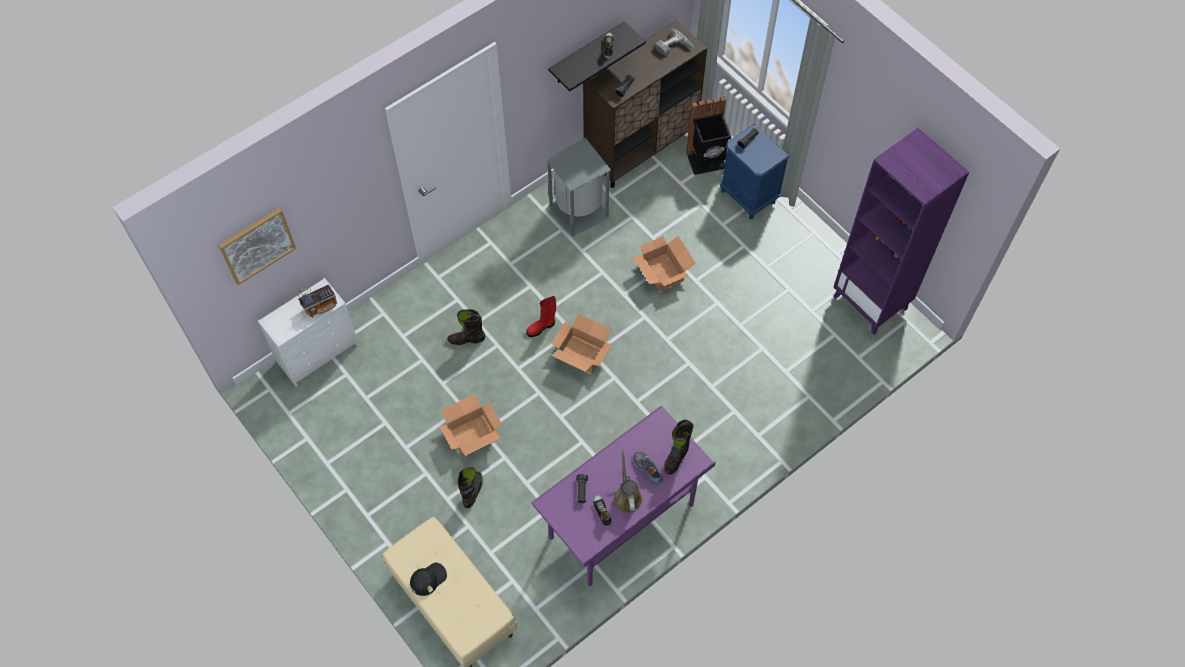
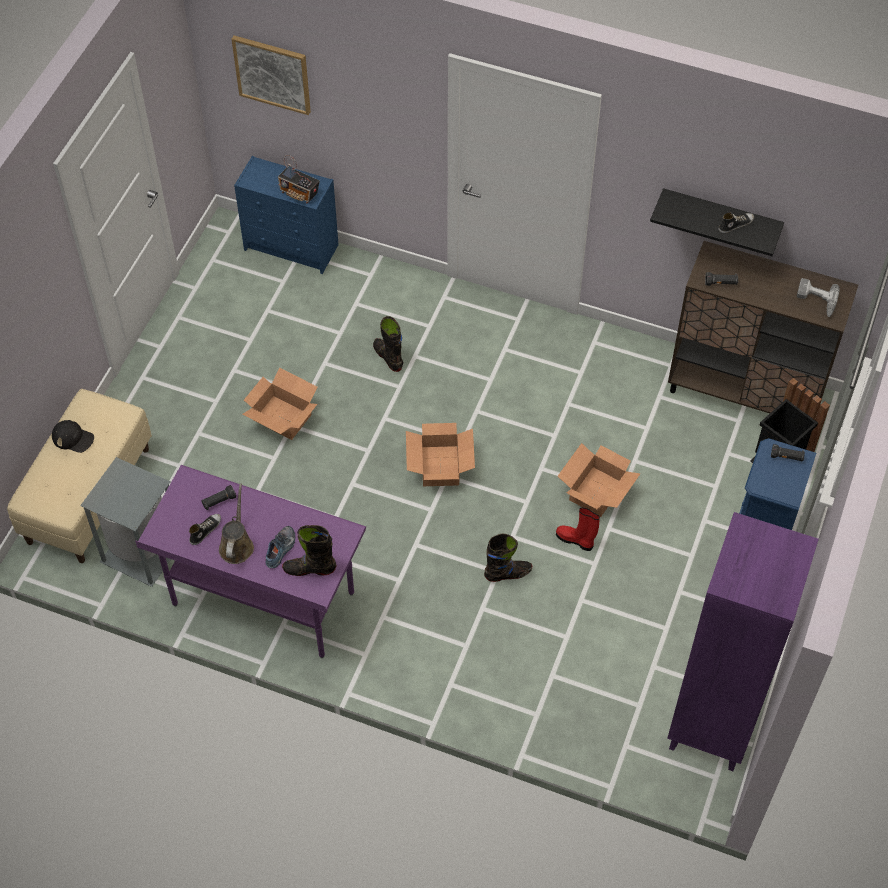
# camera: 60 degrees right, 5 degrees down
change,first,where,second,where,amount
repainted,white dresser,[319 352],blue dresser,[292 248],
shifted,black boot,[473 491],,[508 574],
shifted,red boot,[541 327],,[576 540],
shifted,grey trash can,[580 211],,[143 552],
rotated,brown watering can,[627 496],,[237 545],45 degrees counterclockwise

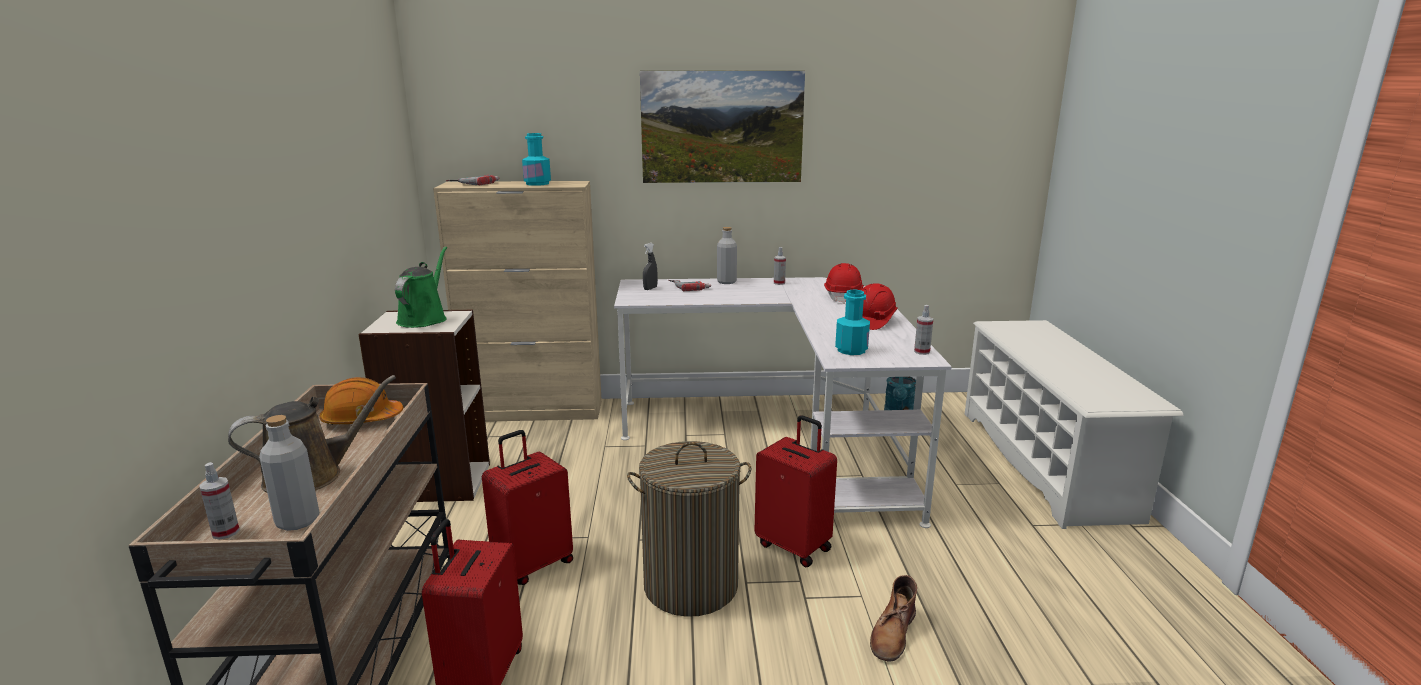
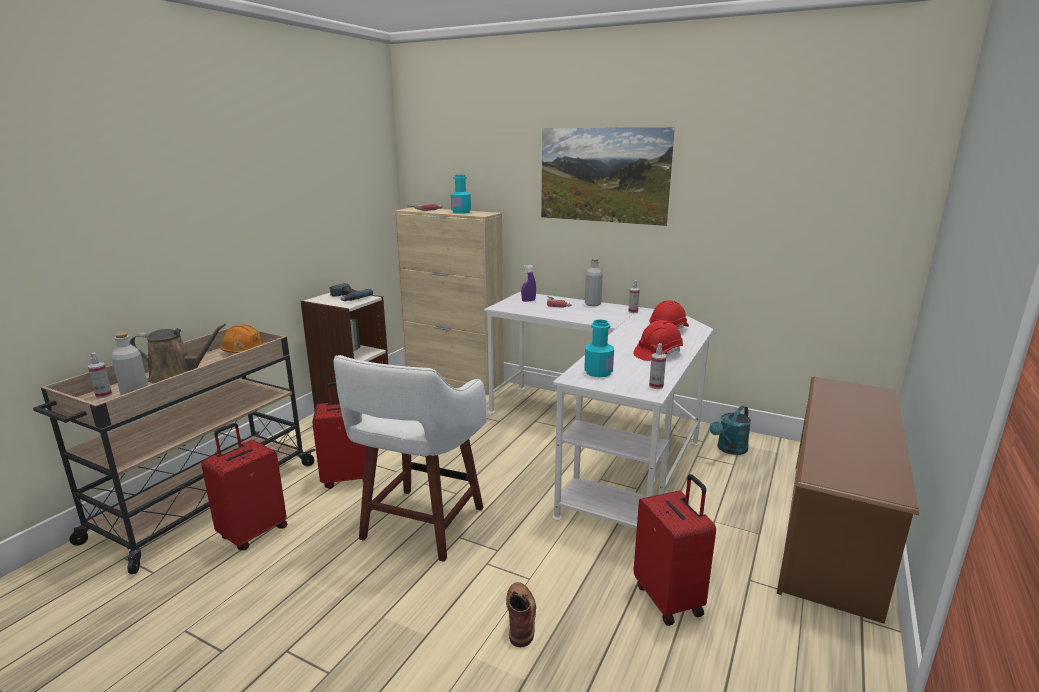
# camera: 30 degrees right, 0 degrees up
change,first,where,second,where,amount
swapped,green watering can,[424 318],power drill,[347 297],
swapped,laundry basket,[690 586],white stool,[421 526],
repainted,grey spray bottle,[650 288],purple spray bottle,[528 301],
shifted,red suitcase,[794 546],,[669 599],
rotated,brown boot,[893 633],,[520 615],120 degrees clockwise
repainted,white shoe rack,[1045 462],brown shoe rack,[832 530],

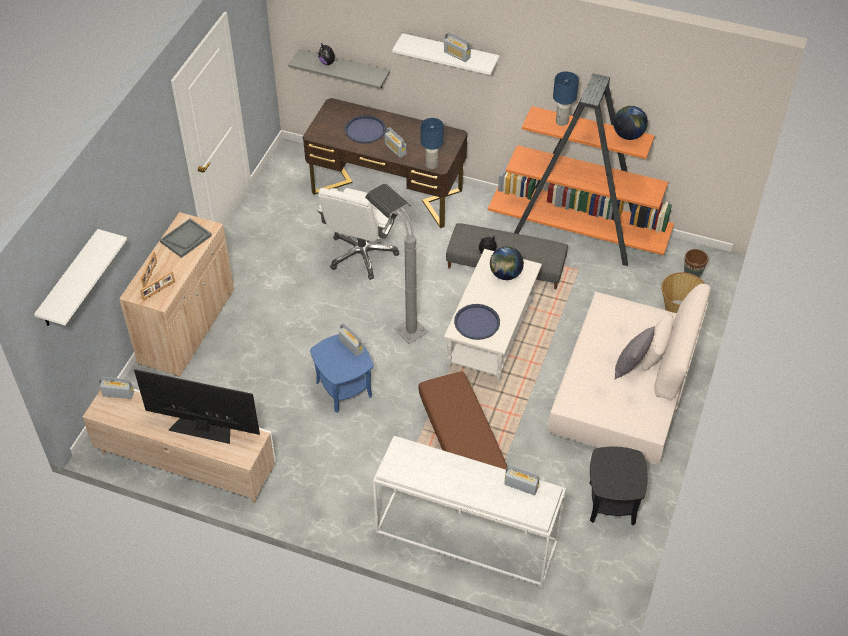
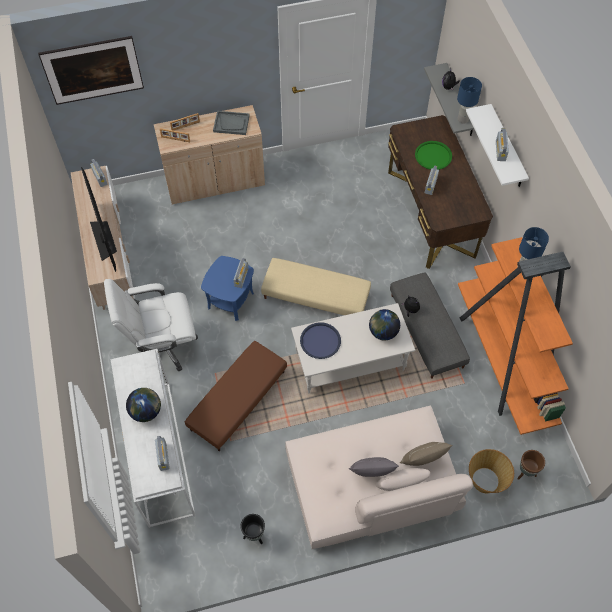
# camera: 55 degrees right, 10 degrees up
change,first,where,second,where,amount
swapped,white shelf,[69 280],picture,[96 82],
shifted,white office chair,[362 254],,[163 346],
repainted,blue tray,[365 130],green tray,[433 156],
swapped,grey floor lamp,[399 322],beige ottoman,[315 296],
shifted,blue table lamp,[431 165],,[463 119],
swapped,black side table,[612 503],black planter,[254 535],
shifted,globe,[628 135],,[146 411],
new,,,beige pillow,[422 460],

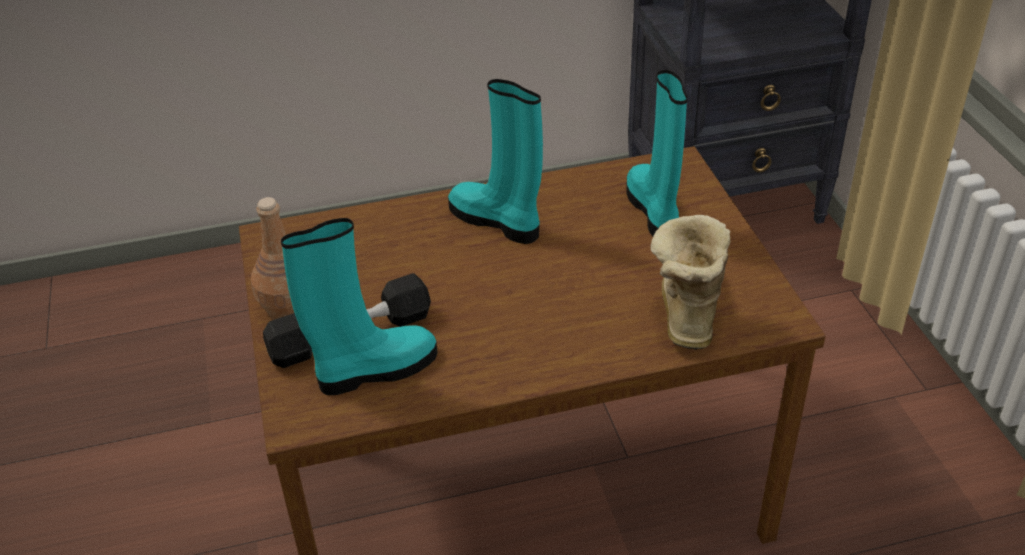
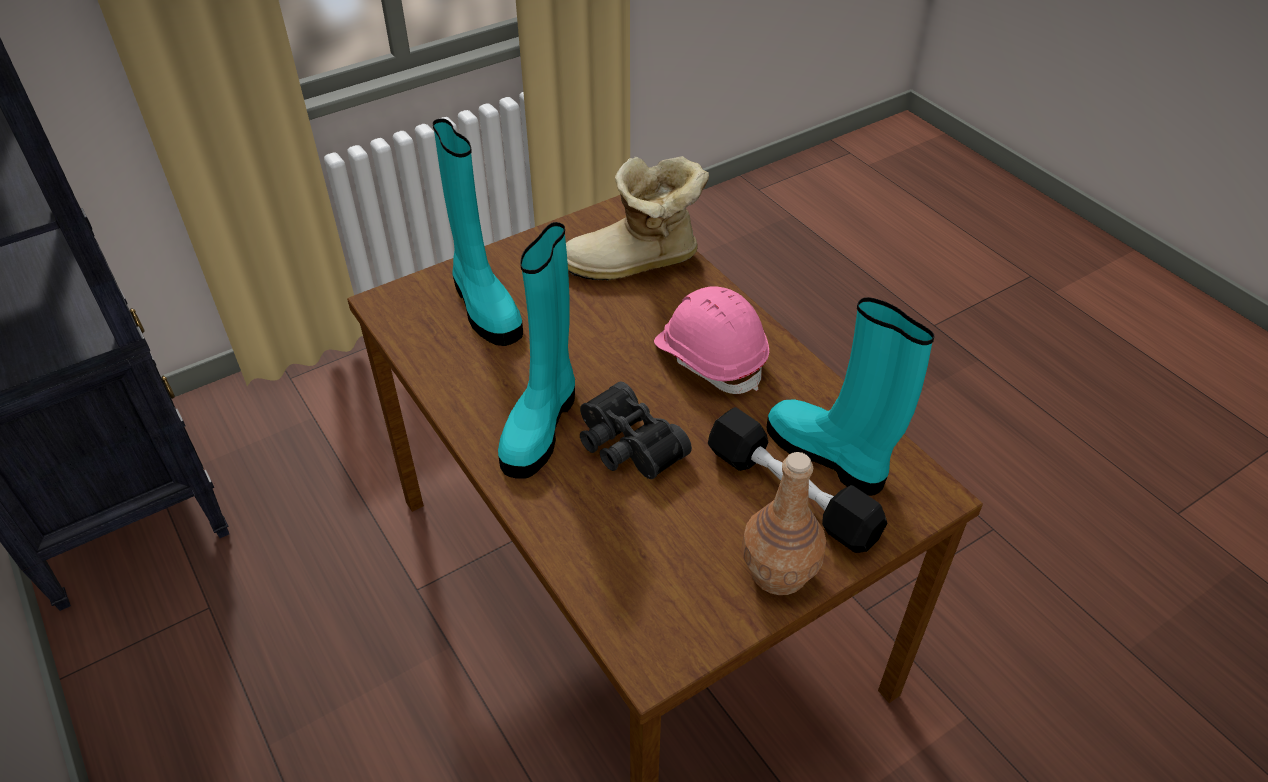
# camera: 110 degrees left, 5 degrees up
change,first,where,second,where,amount
rotated,turquoise boot,[654 211],,[484 307],90 degrees counterclockwise
new,,,black binoculars,[625 446],
new,,,pink hard hat,[710 358],

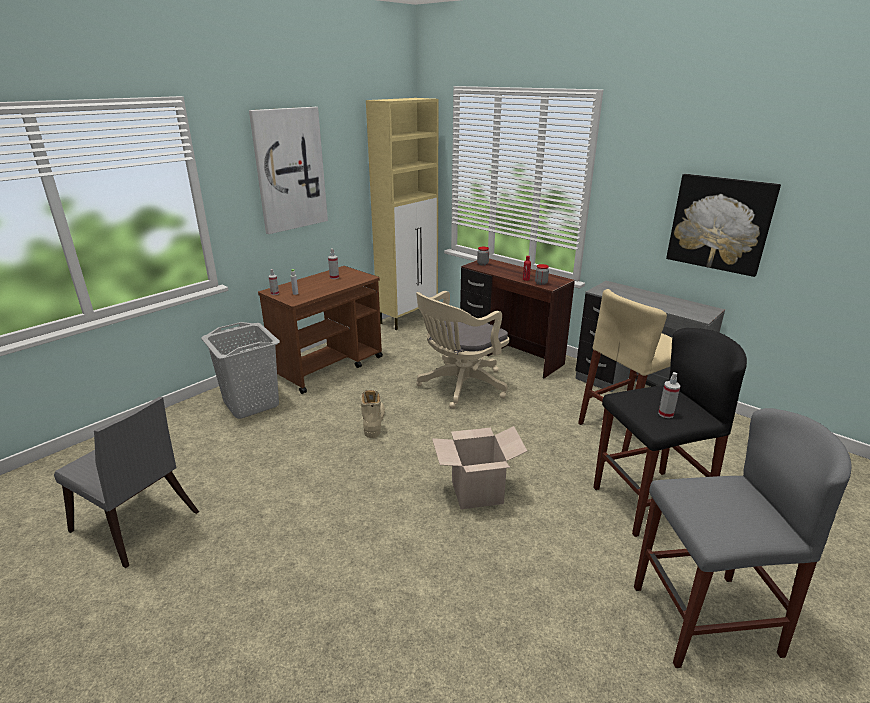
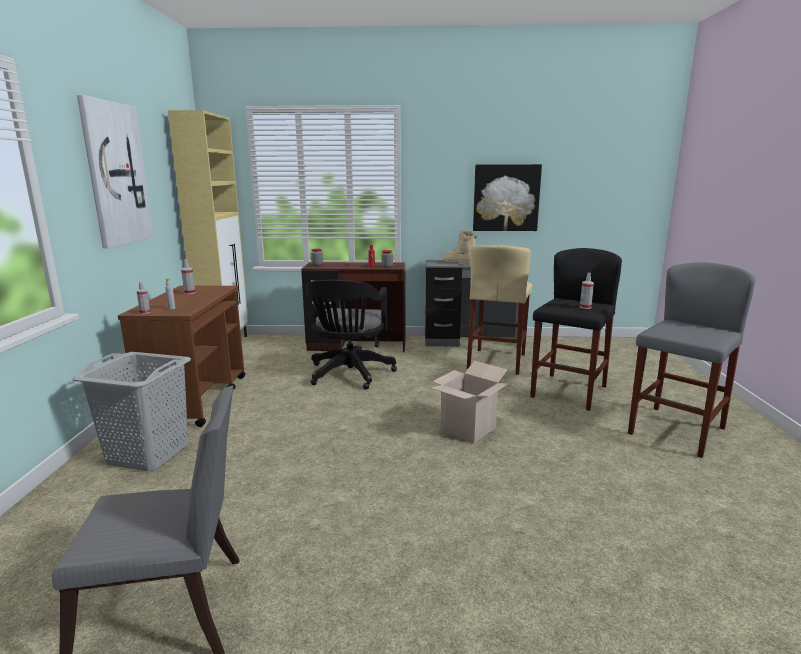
# camera: 40 degrees left, 10 degrees down
change,first,where,second,where,amount
shifted,beige boot,[374 422],,[459 262],
repainted,beige office chair,[459 387],black office chair,[349 375],

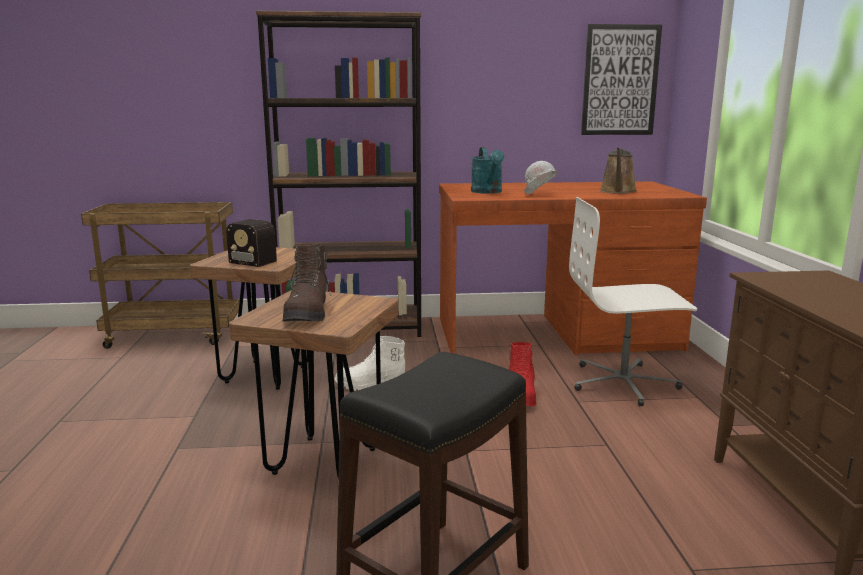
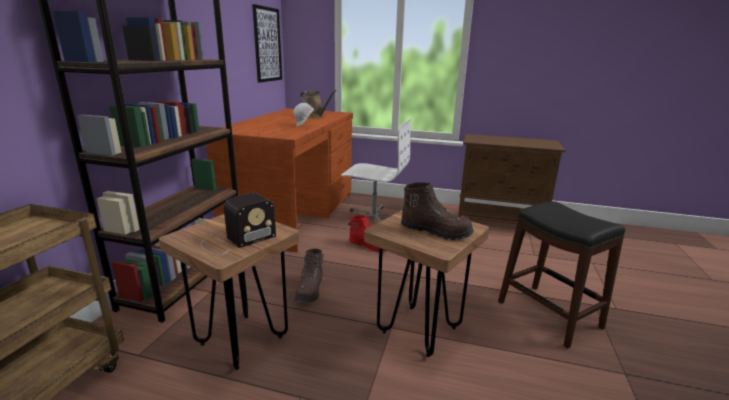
# camera: 70 degrees left, 5 degrees up
change,first,where,second,where,amount
repainted,white boot,[370 384],brown boot,[310 290],
gone,turquoise watering can,[488 192],,,
rotated,white office chair,[624 383],,[373 218],90 degrees counterclockwise

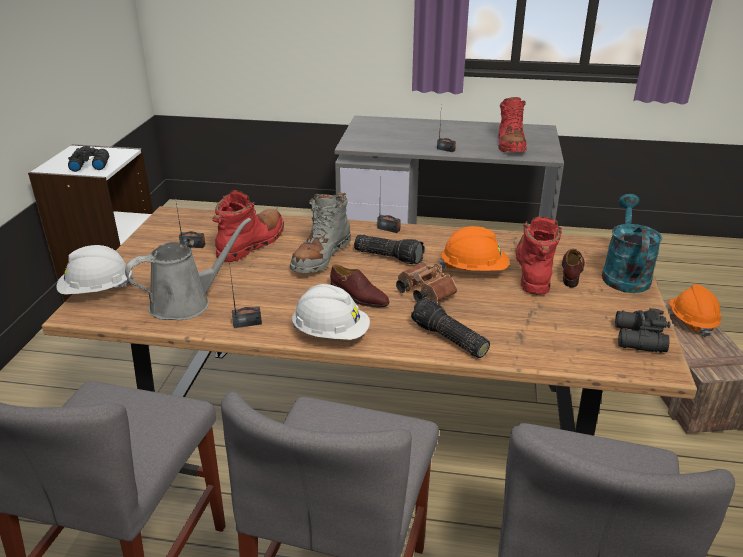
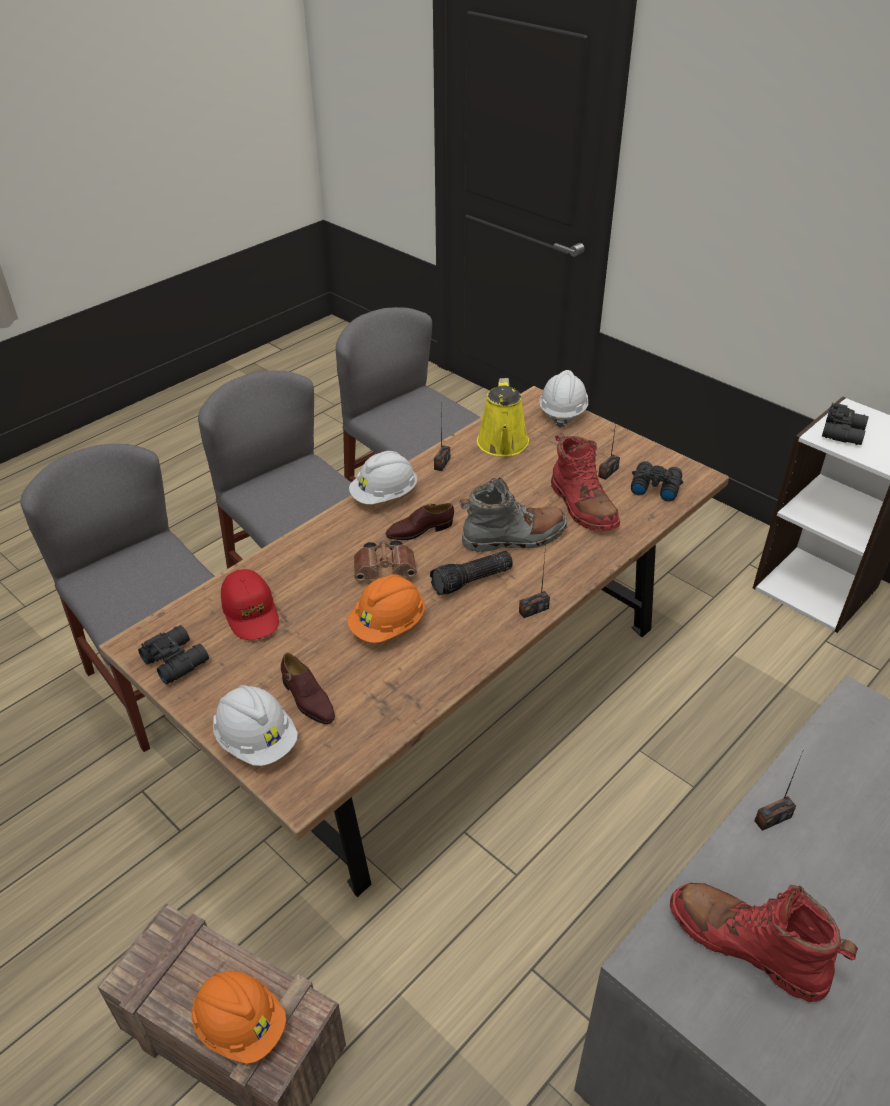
# camera: 125 degrees right, 10 degrees up
change,first,where,second,where,amount
repainted,grey watering can,[186 303],yellow watering can,[503 445],
rotated,grey boot,[321 257],,[514 538],105 degrees clockwise
gone,flashlight,[448 339],,,
gone,red boot,[533 271],,,
swapped,turquoise watering can,[624 274],white hard hat,[257 740],
new,,,red cap,[251 612],
new,,,black binoculars,[654 486],

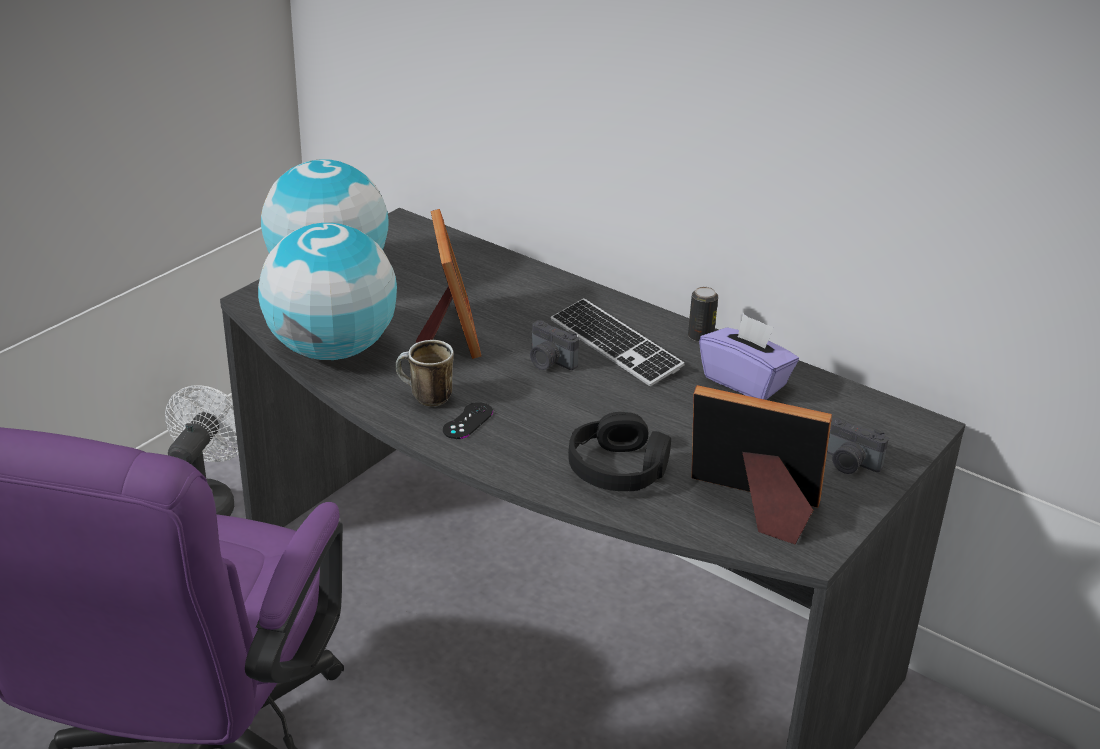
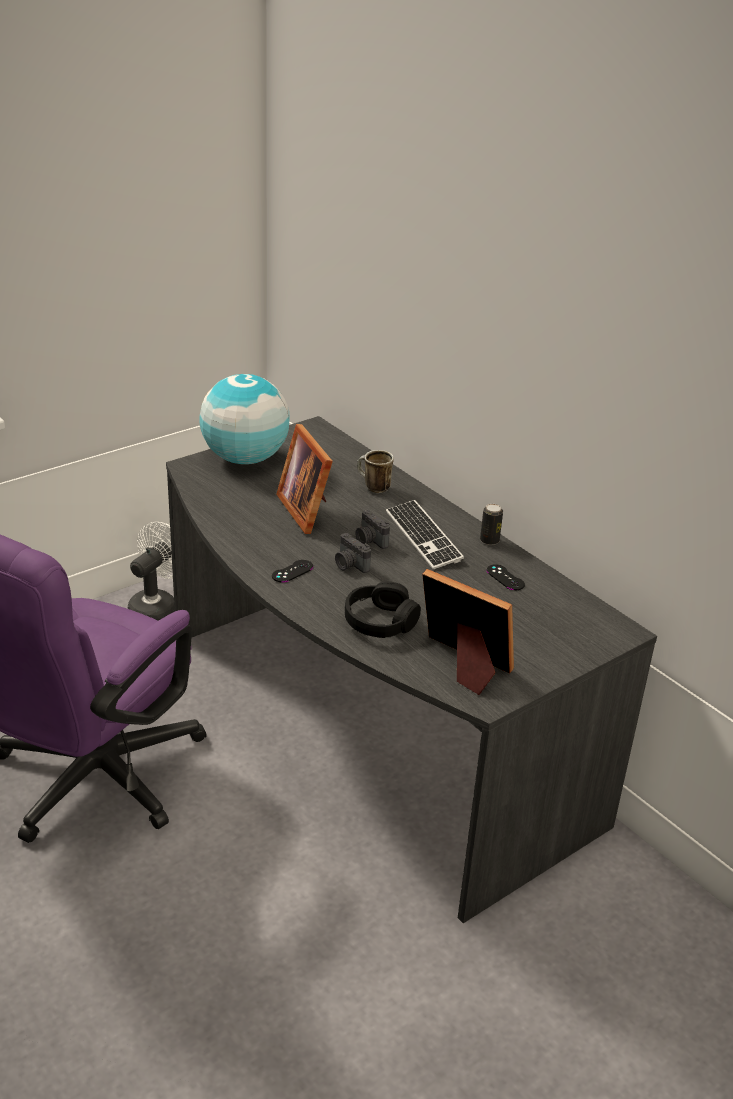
# camera: 15 degrees right, 0 degrees up
change,first,where,second,where,amount
gone,globe,[332 349],,,
shifted,mug,[424 398],,[372 487],
rotated,picture frame,[447 333],,[308 509],150 degrees clockwise
swapped,purple tissue box,[745 381],black game controller,[505 577],
shifted,photo camera,[850 464],,[349 565],

